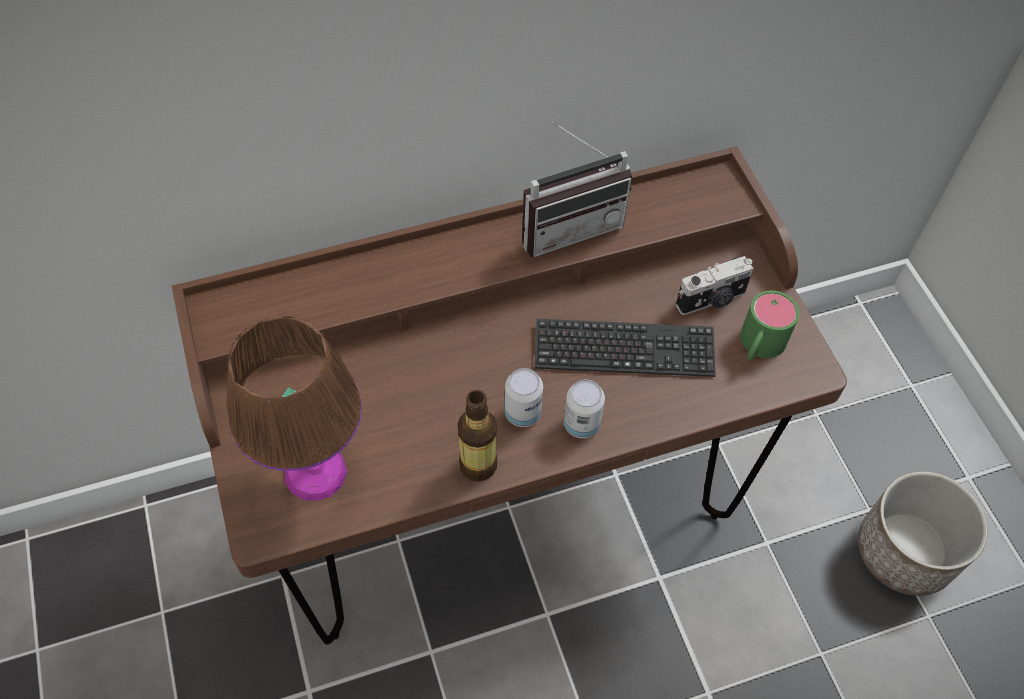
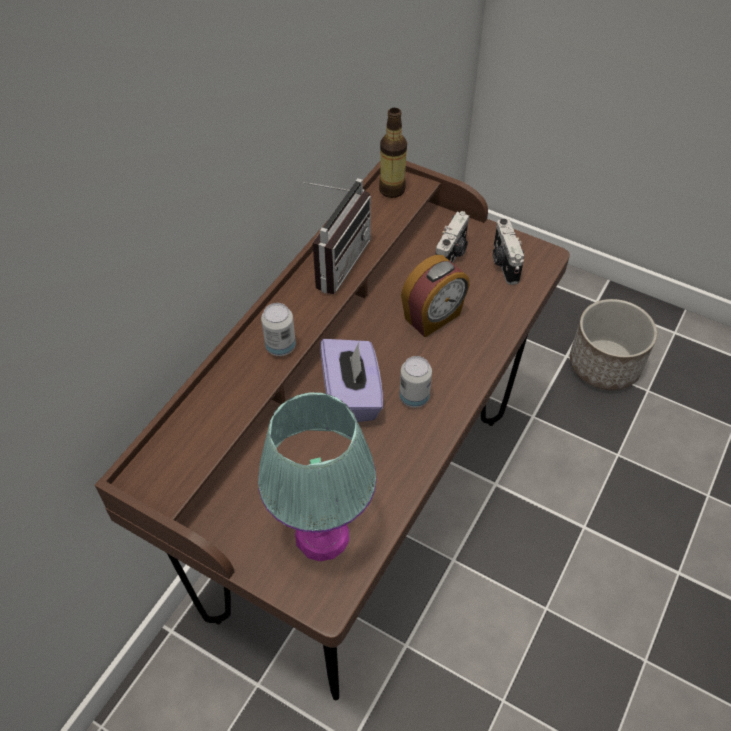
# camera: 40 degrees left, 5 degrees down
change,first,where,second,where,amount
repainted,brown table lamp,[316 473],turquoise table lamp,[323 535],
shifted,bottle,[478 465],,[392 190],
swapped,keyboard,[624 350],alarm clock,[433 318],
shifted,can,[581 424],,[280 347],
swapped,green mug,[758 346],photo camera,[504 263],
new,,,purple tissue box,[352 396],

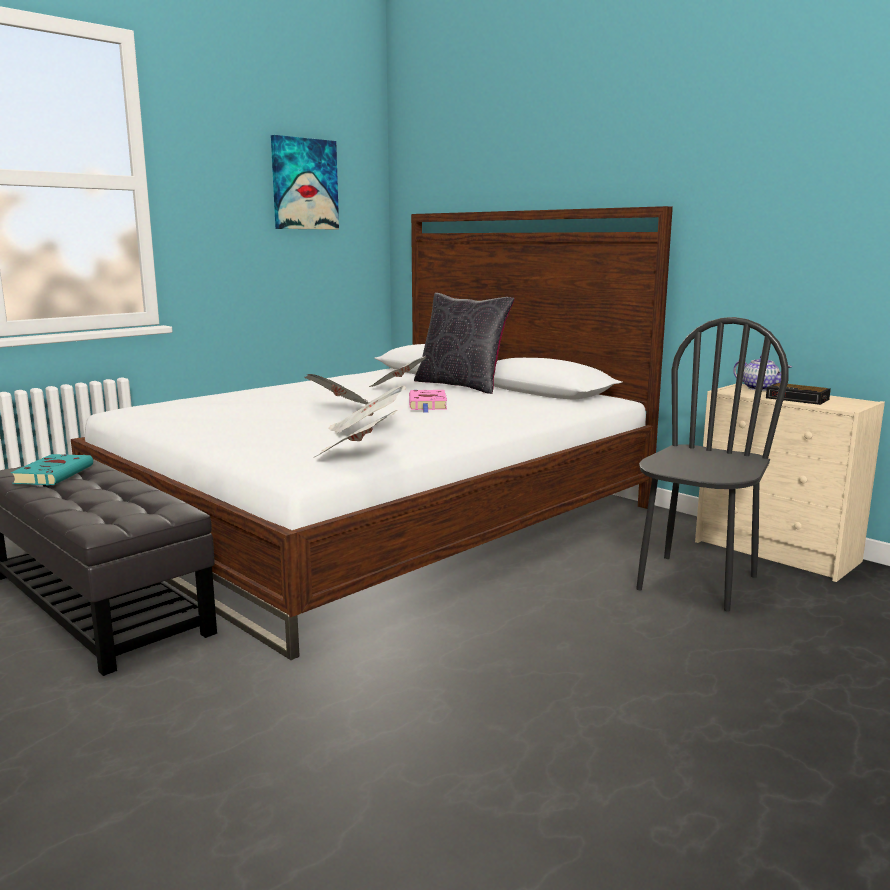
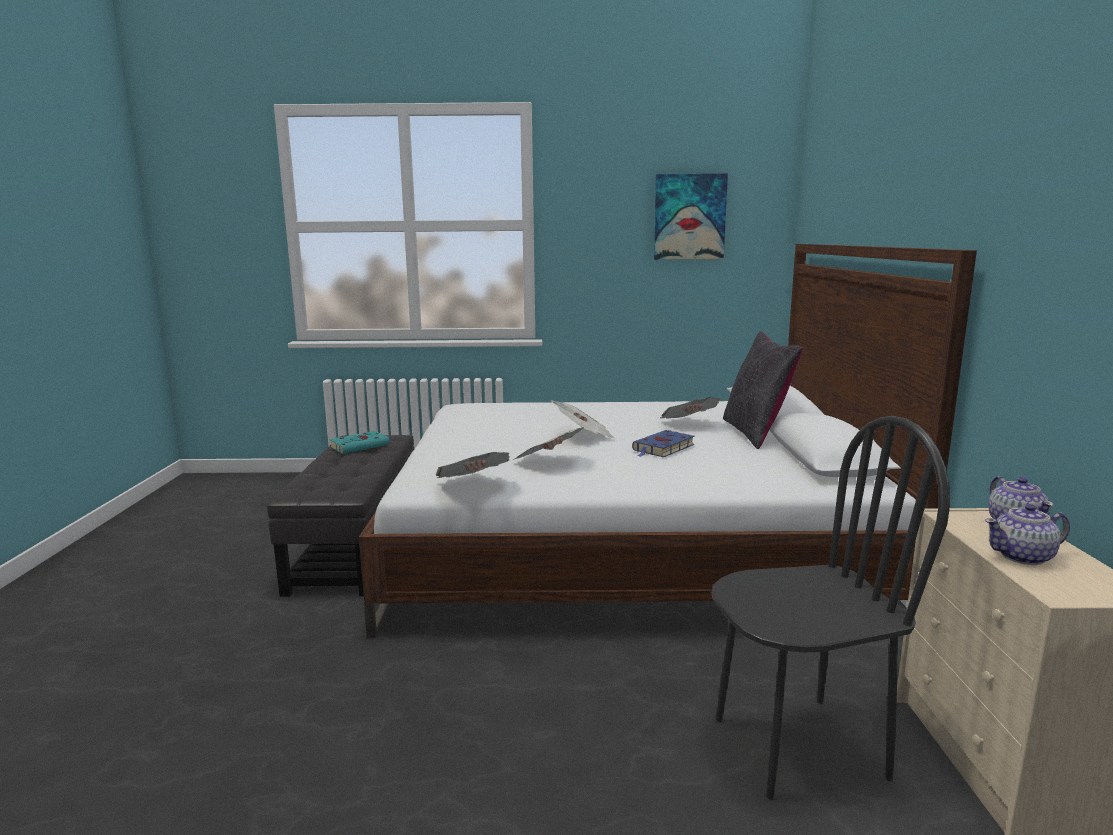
# camera: 45 degrees right, 0 degrees up
change,first,where,second,where,amount
repainted,pink book,[428 404],blue book,[662 448],
swapped,alarm clock,[798 399],teapot,[1023 557],

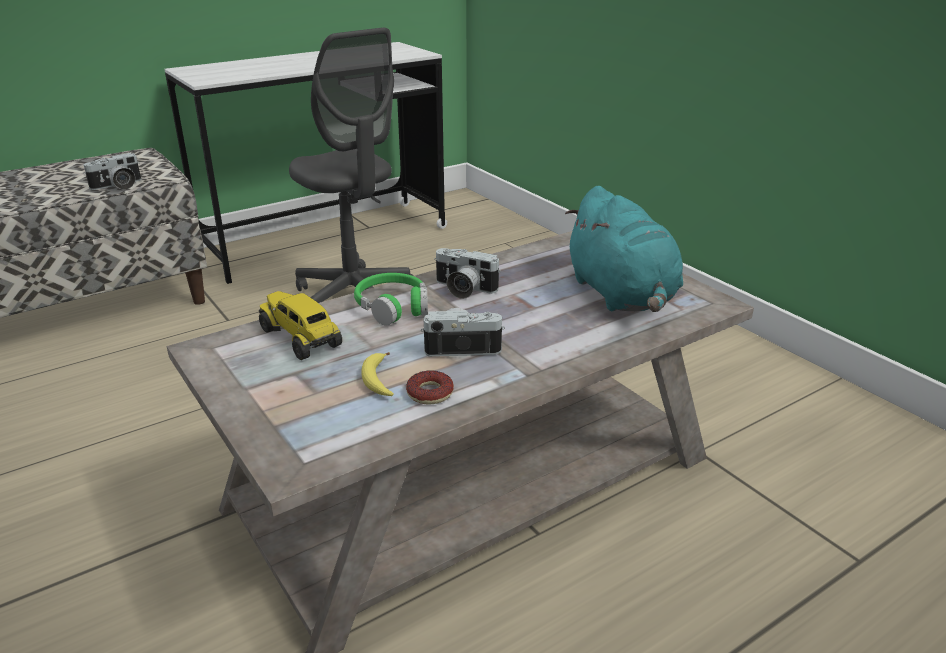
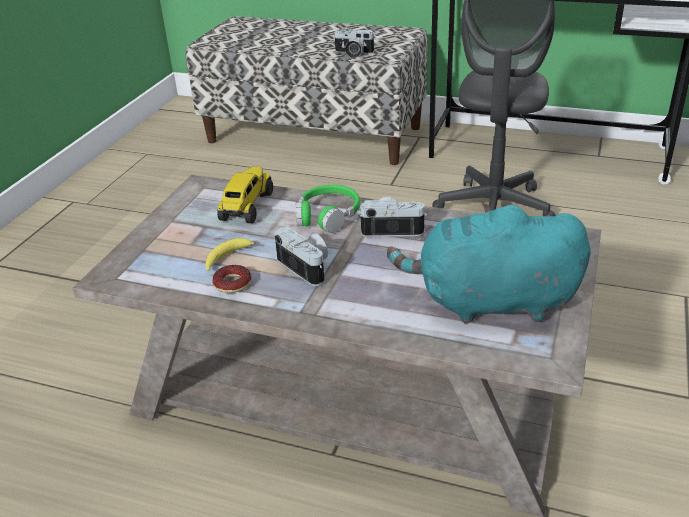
# camera: 55 degrees right, 5 degrees up
change,first,where,second,where,amount
rotated,photo camera,[463 289],,[392 228],105 degrees clockwise
rotated,turquoise plush toy,[622 295],,[489 302],60 degrees clockwise

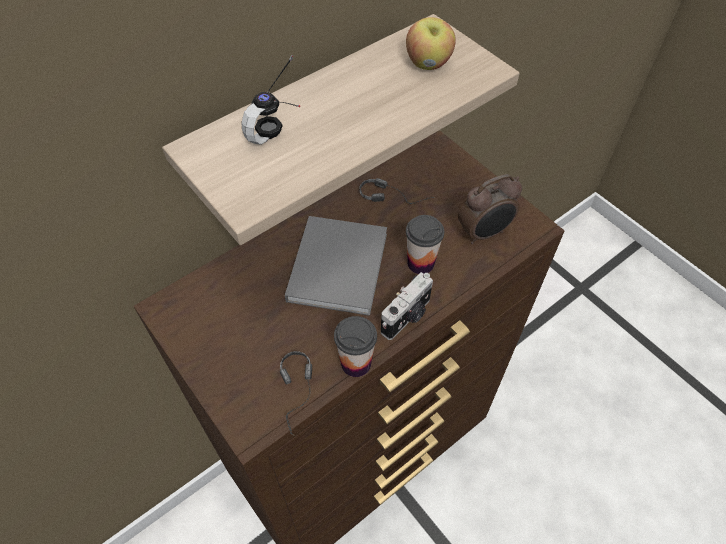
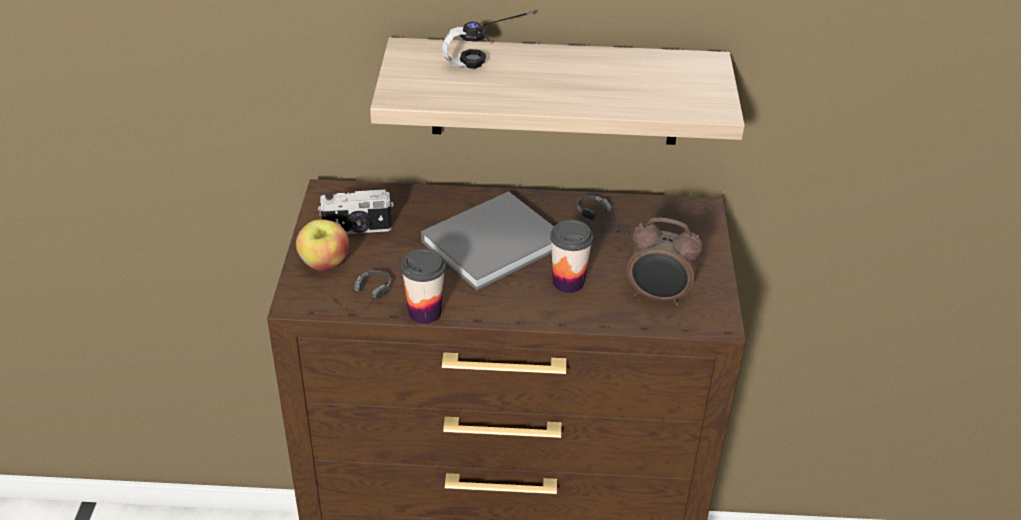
# camera: 40 degrees right, 15 degrees down
change,first,where,second,where,amount
shifted,photo camera,[407 317],,[357 230],
shifted,apple,[428 63],,[324 263],

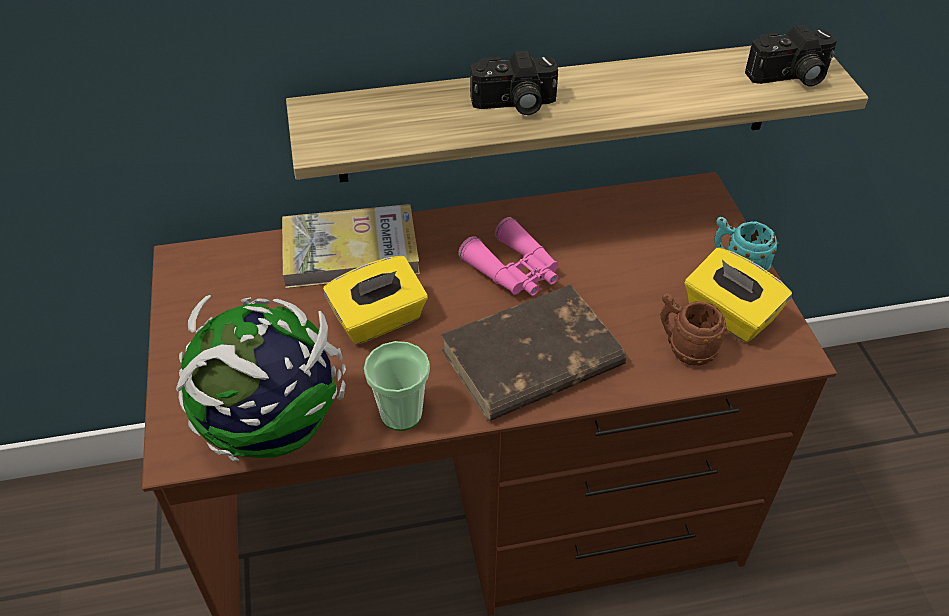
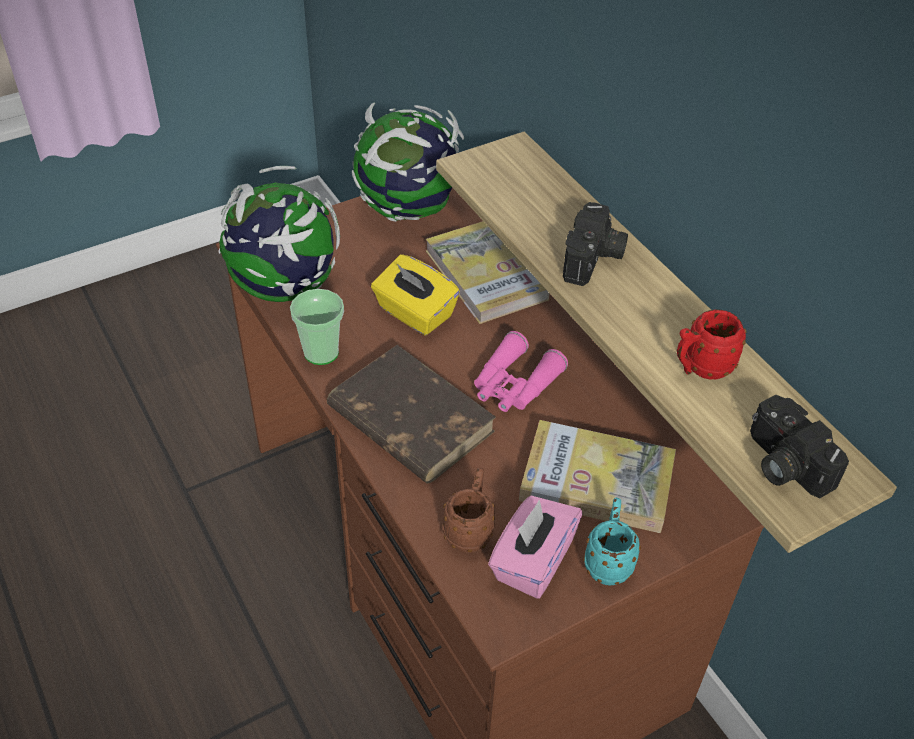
# camera: 70 degrees right, 0 degrees up
change,first,where,second,where,amount
rotated,photo camera,[514 104],,[594 260],135 degrees counterclockwise
repainted,yellow tissue box,[728 315],pink tissue box,[532 561],
new,,,globe,[409 210],
new,,,book,[597 480],
new,,,red mug,[701 368],

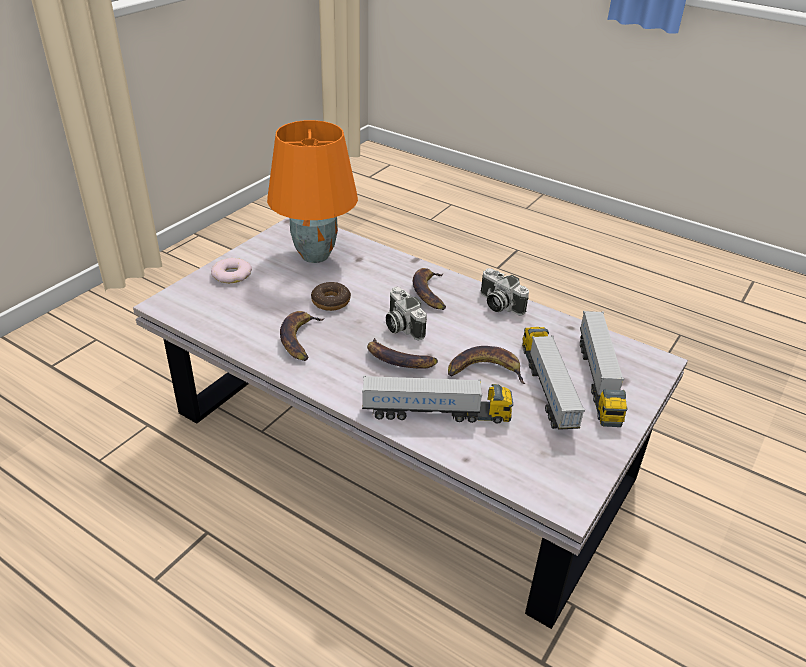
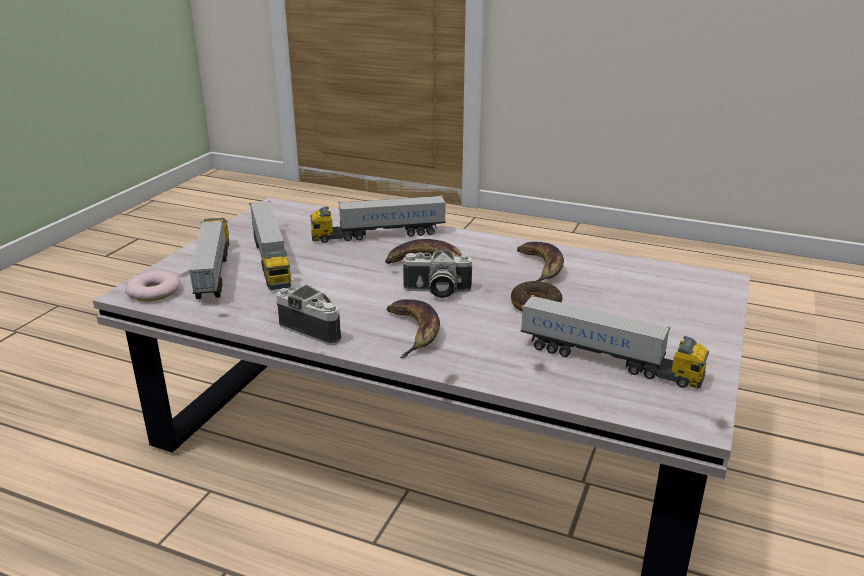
# camera: 170 degrees right, 10 degrees down
change,first,where,second,where,amount
shifted,donut,[232 274],,[154 292],
swapped,orange table lamp,[315 256],toy truck,[608 361],
rotated,photo camera,[401 326],,[436 291],135 degrees clockwise
gone,banana,[485 370],,,

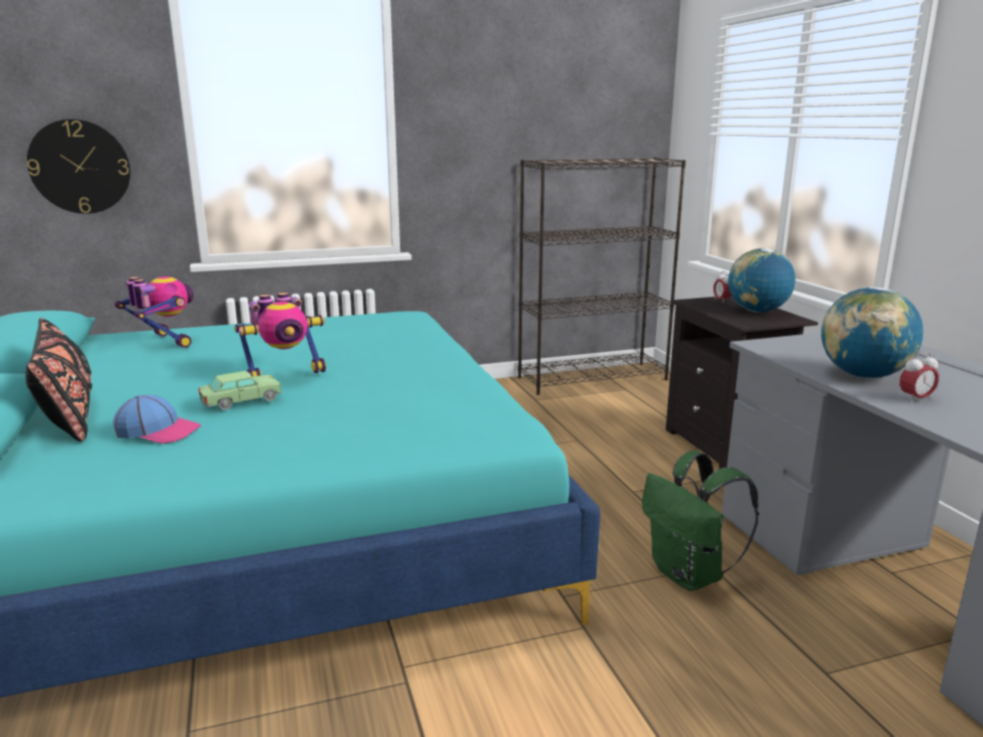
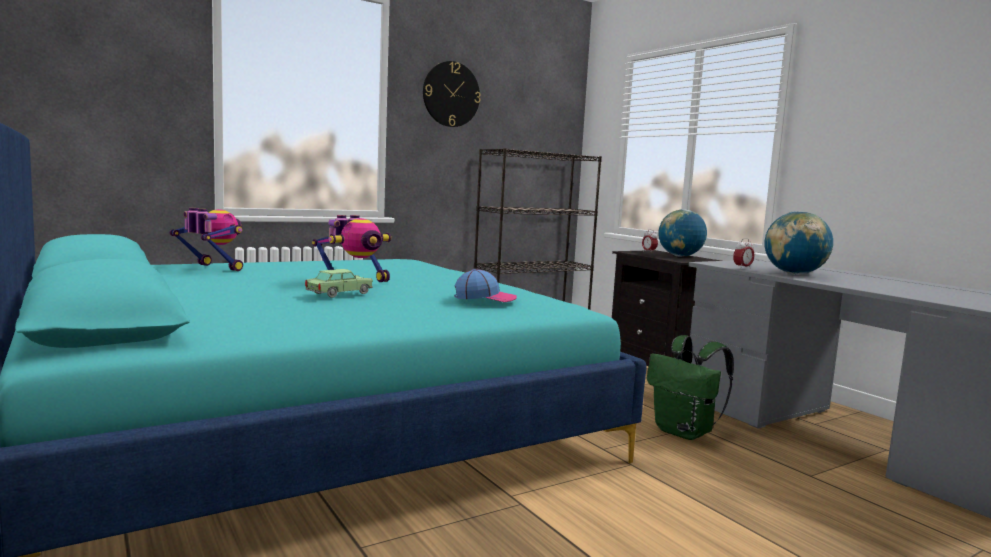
# camera: 15 degrees left, 10 degrees down
change,first,where,second,where,amount
gone,black pillow,[68 414],,,
shifted,wall clock,[80 167],,[451 94],
shifted,cap,[158 431],,[485 298],
shifted,alarm clock,[915 399],,[742 268],

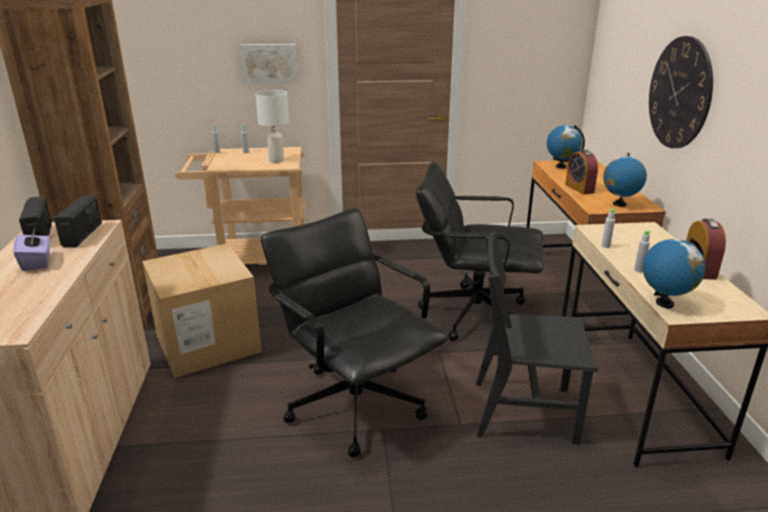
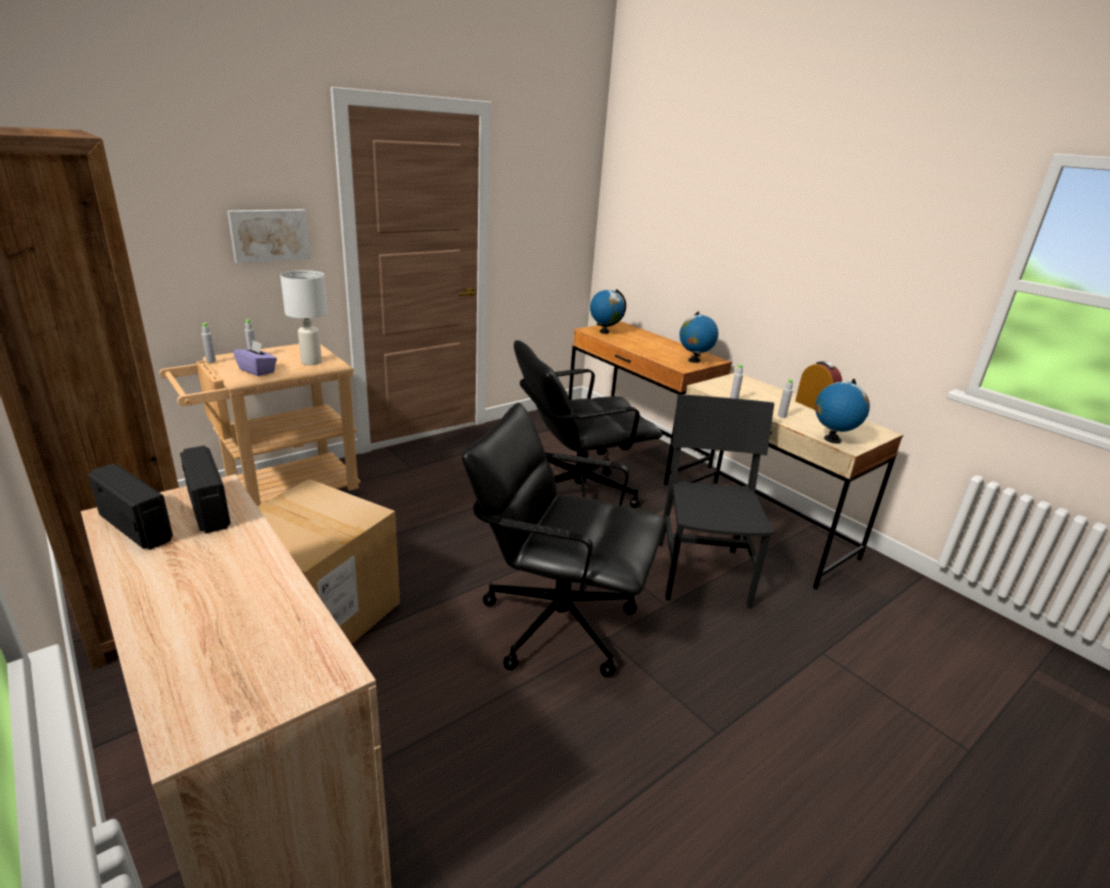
# camera: 35 degrees left, 0 degrees up
change,first,where,second,where,amount
shifted,purple tissue box,[37 262],,[257 370],
rotated,black chair,[524 411],,[702 573],120 degrees clockwise
gone,alarm clock,[579 188],,,
gone,wall clock,[679 93],,,

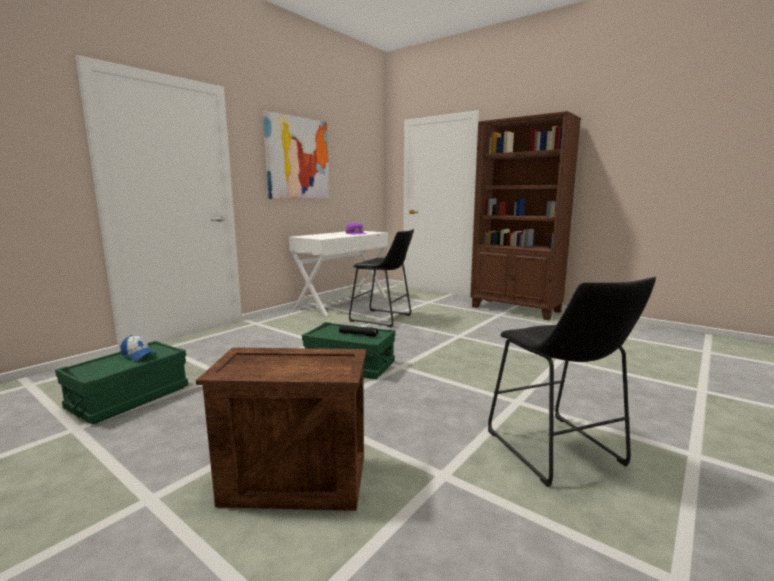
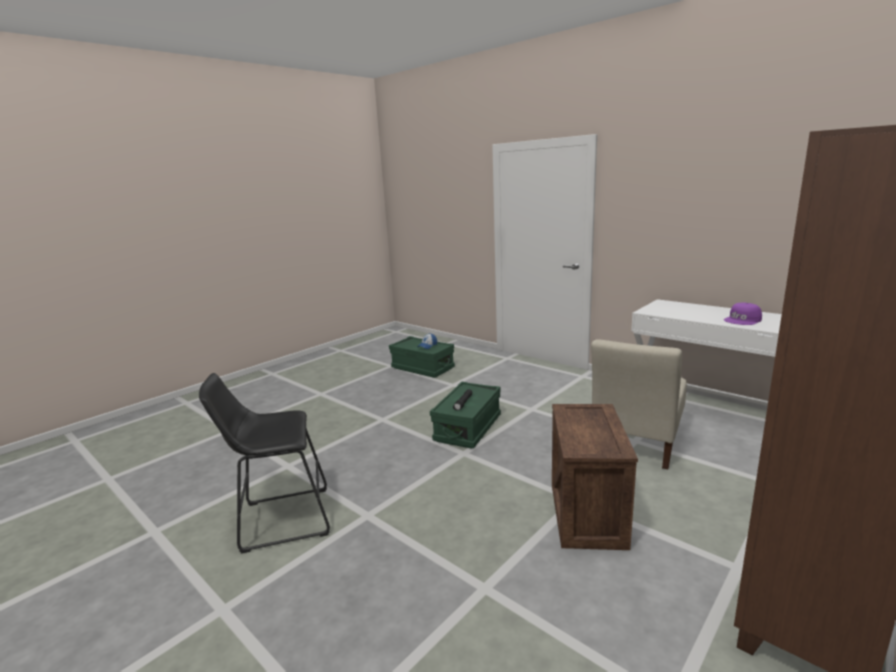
# camera: 95 degrees right, 5 degrees up
change,first,where,second,where,amount
shifted,crate,[297 479],,[588 514],
gone,picture,[297 158],,,
swapped,black stool,[383 319],beige chair,[635 442],

